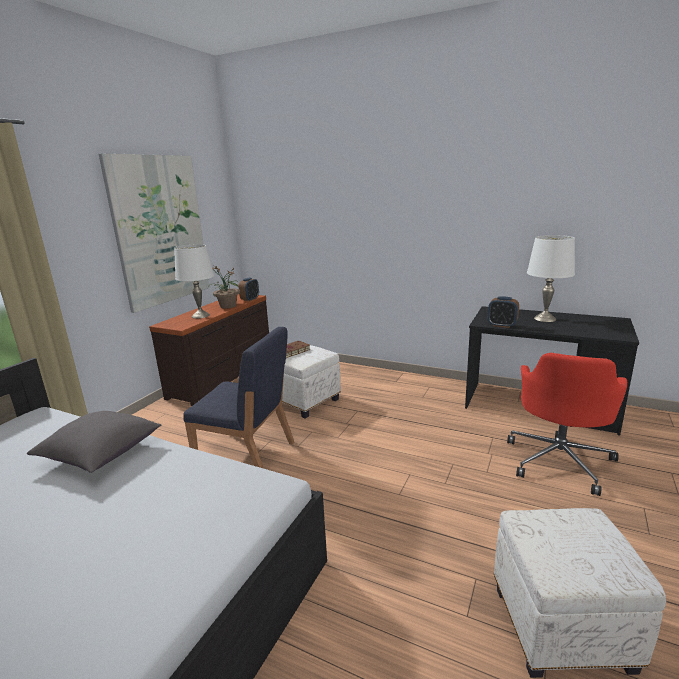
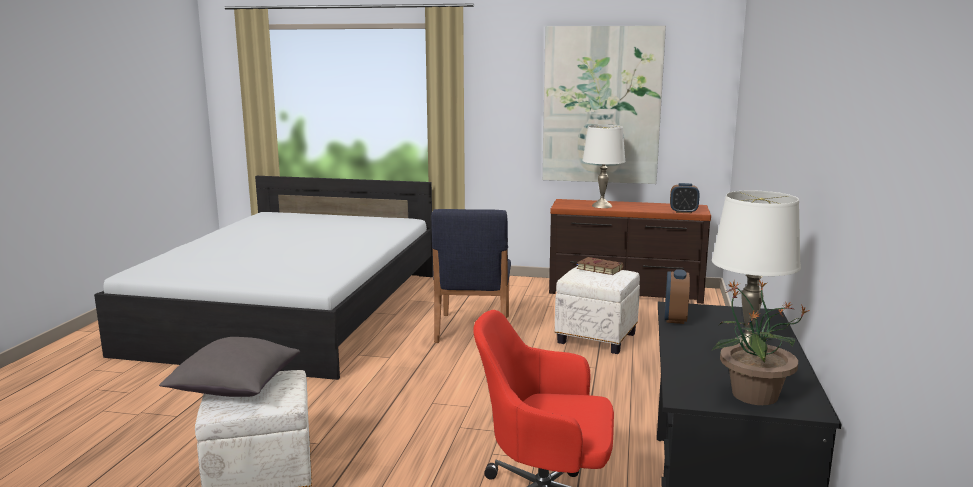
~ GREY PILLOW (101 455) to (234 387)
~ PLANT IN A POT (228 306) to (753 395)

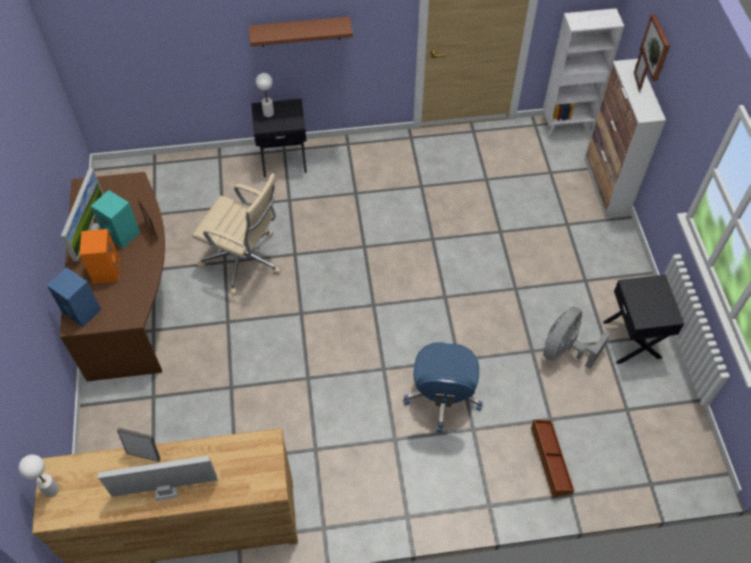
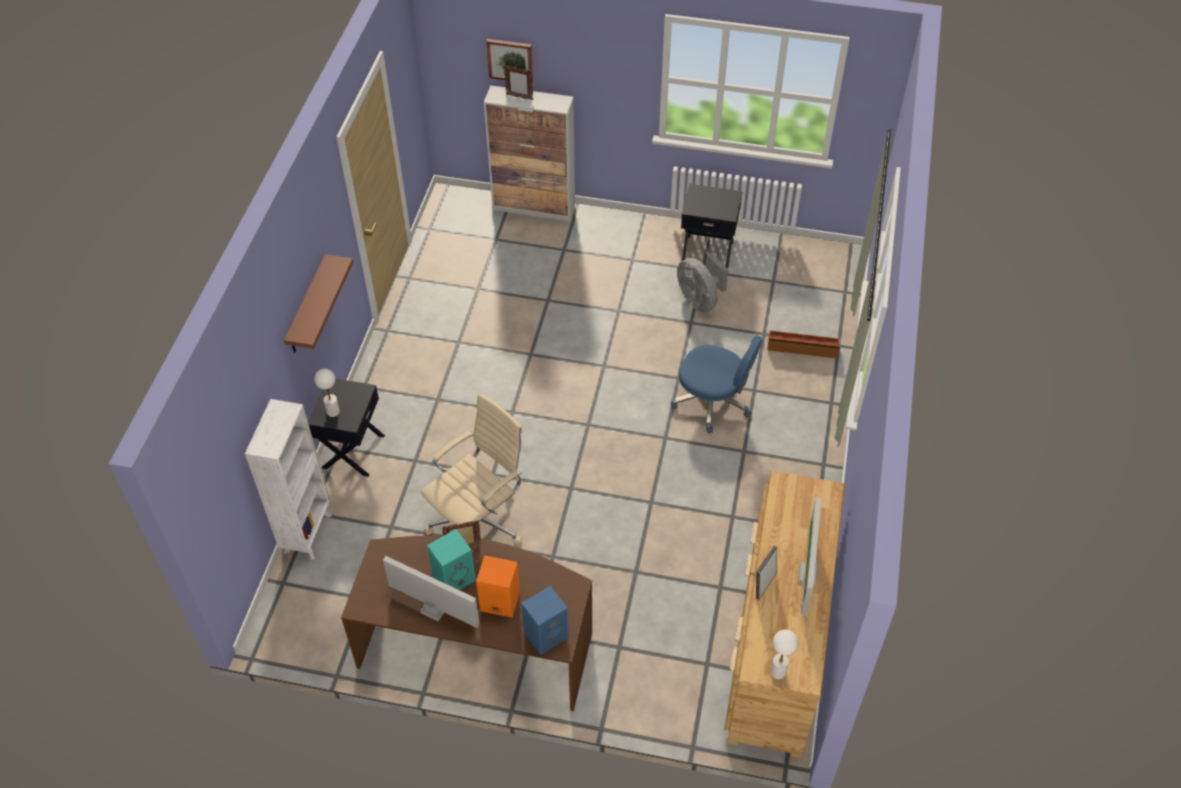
~ WHITE BOOKCASE (567 124) to (308 532)

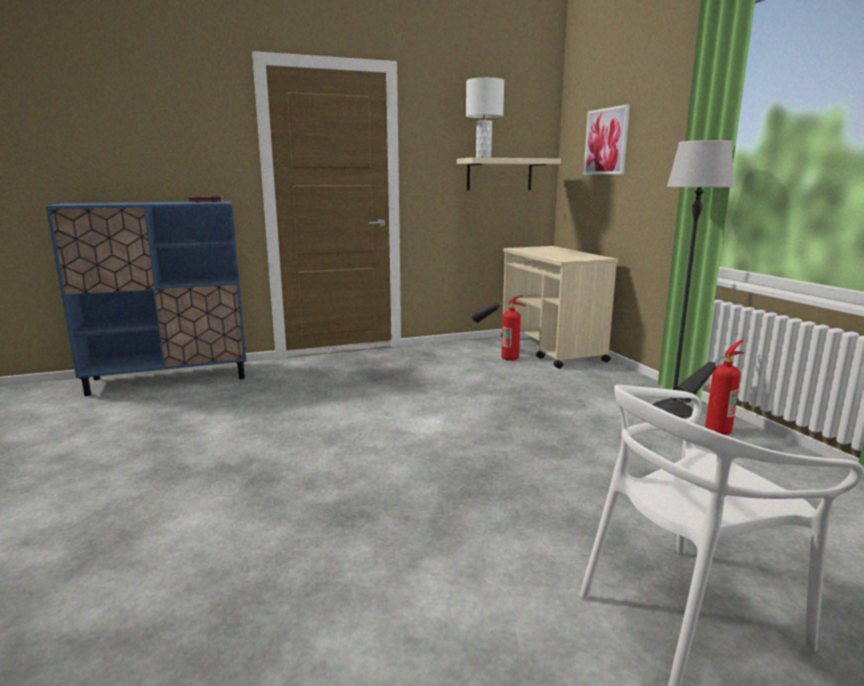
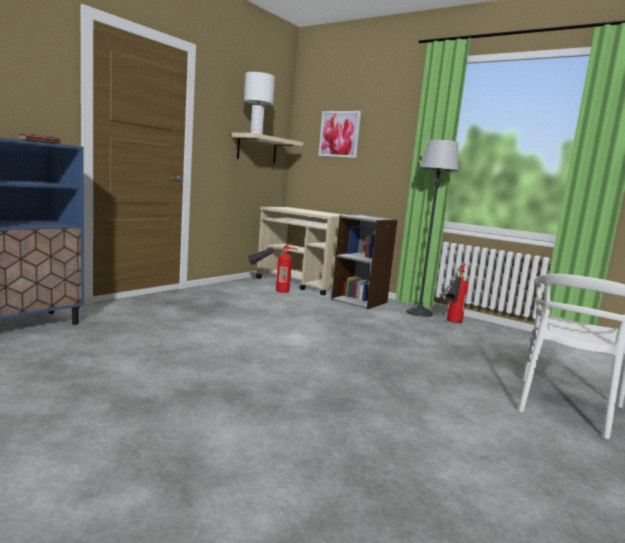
+ GREY BOOKCASE (360 301)

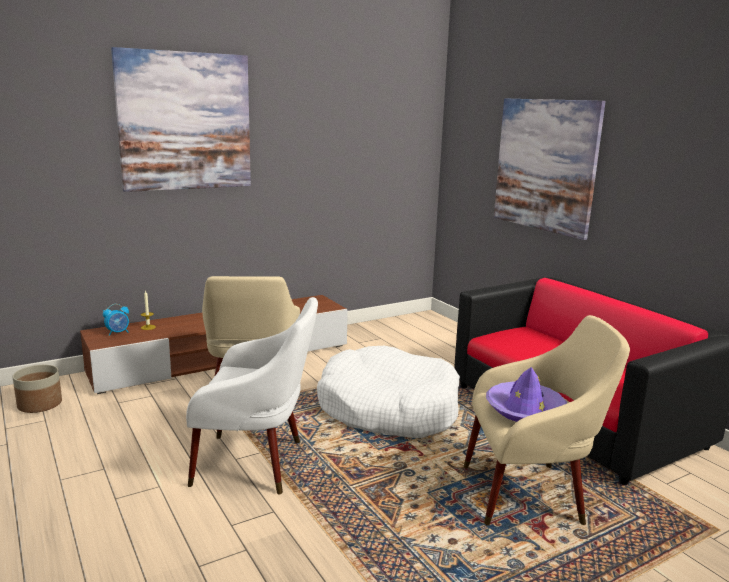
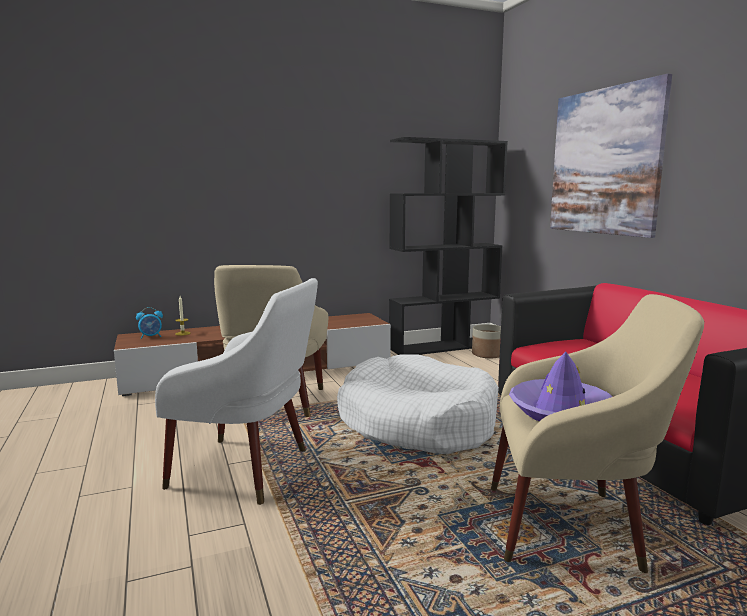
~ PLANTER (39 405) to (487 354)
- WALL PICTURE (185 122)
+ BLACK-COLOURED BOOKCASE (444 346)

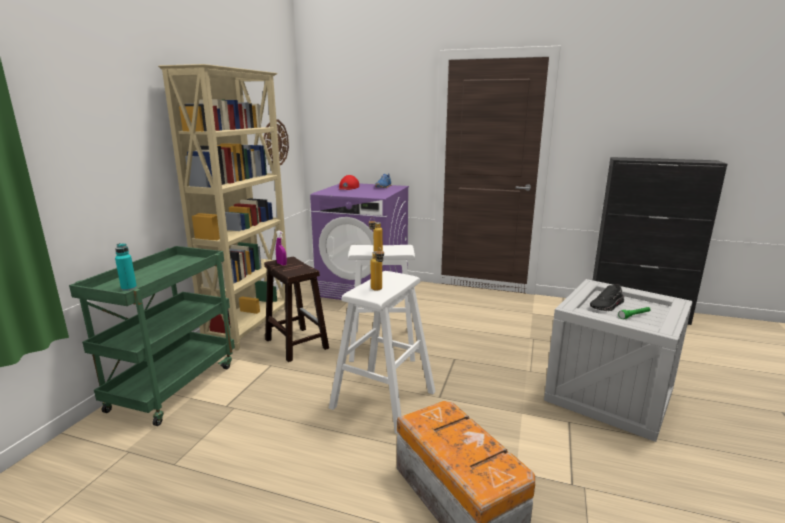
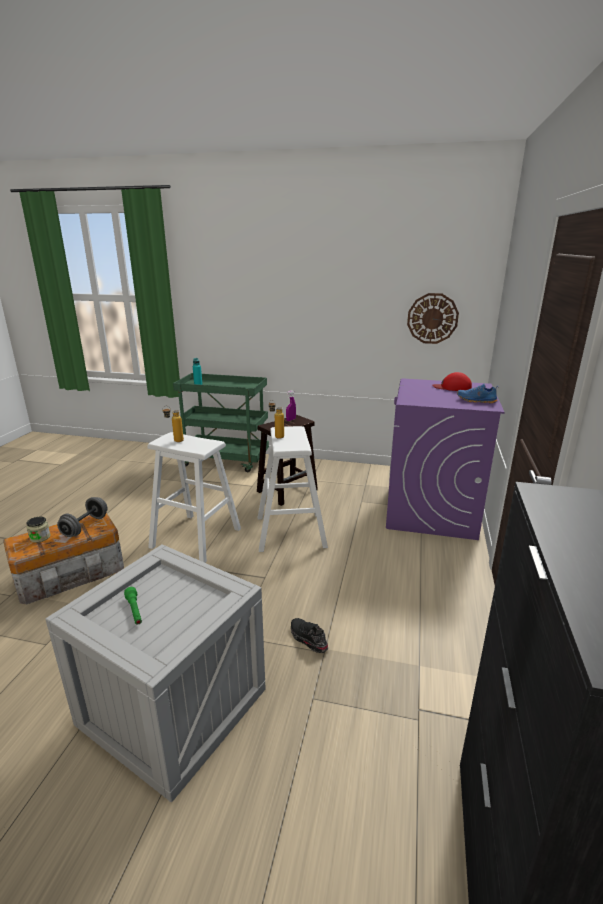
- BEIGE-COLOURED BOOKCASE (251 325)
~ BLACK-COLOURED ITEM OF FOOTWEAR (607 306) to (307 639)
+ PRESERVE JAR (40 537)
+ GREY DUMBBELL (85 526)

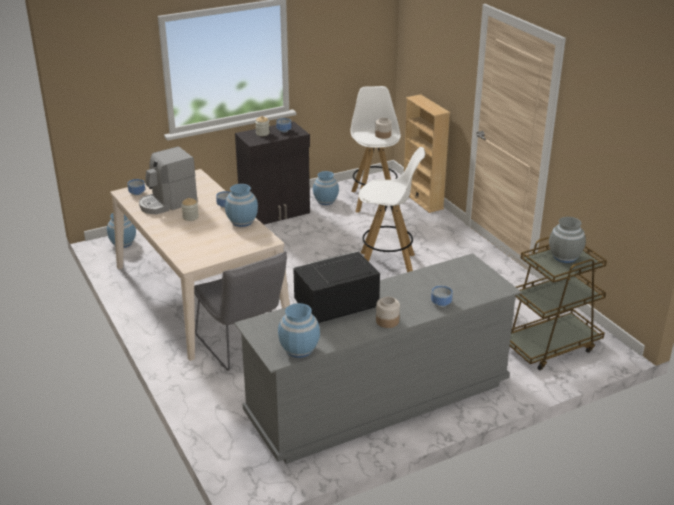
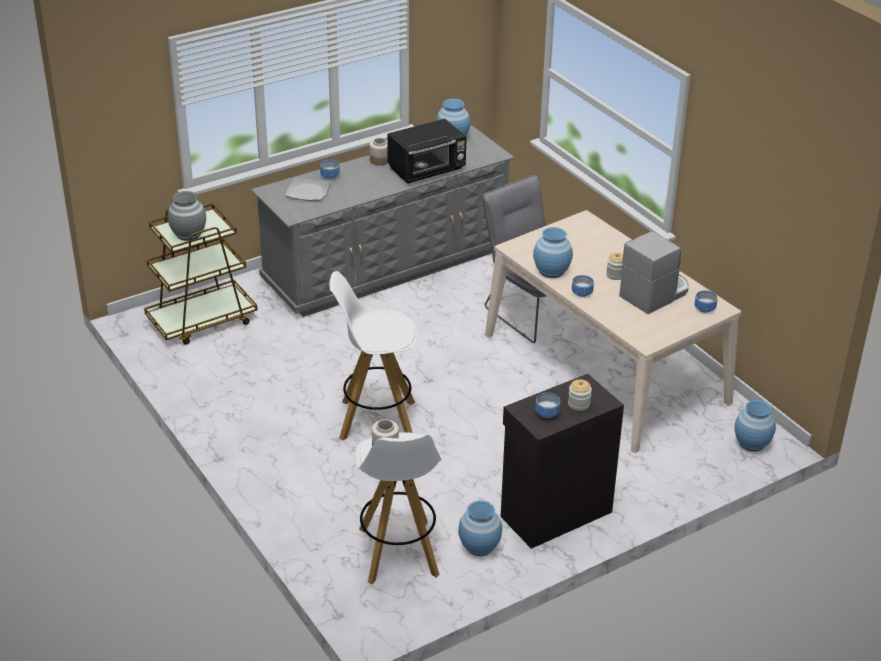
- BEIGE-COLOURED BOOKCASE (422 200)
+ DINNER PLATE (308 191)

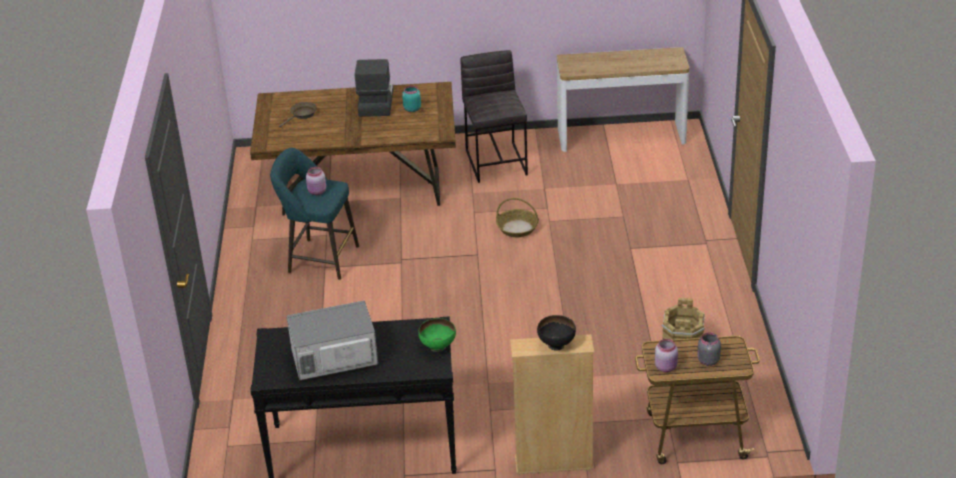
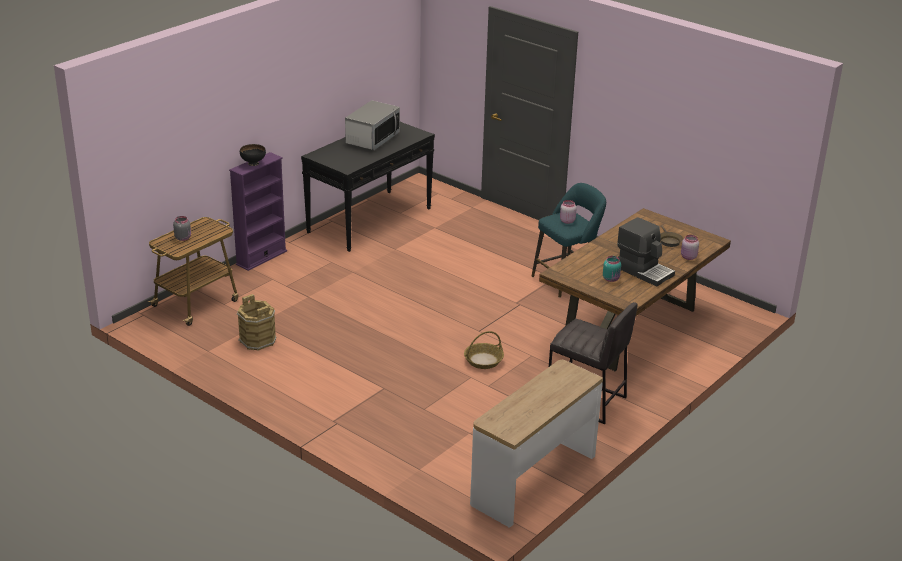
- GREEN DEEP DISH (438 347)
~ BEIGE-COLOURED BOOKCASE (554 463) to PURPLE-COLOURED BOOKCASE (261 258)
~ PINK PRESERVE JAR (666 367) to (688 257)

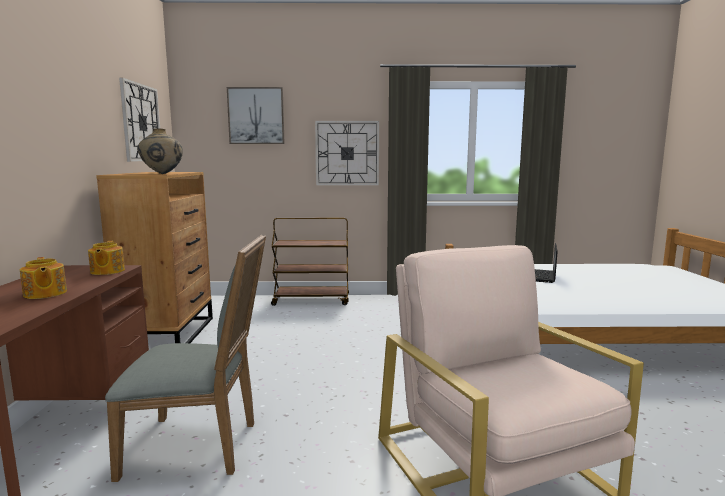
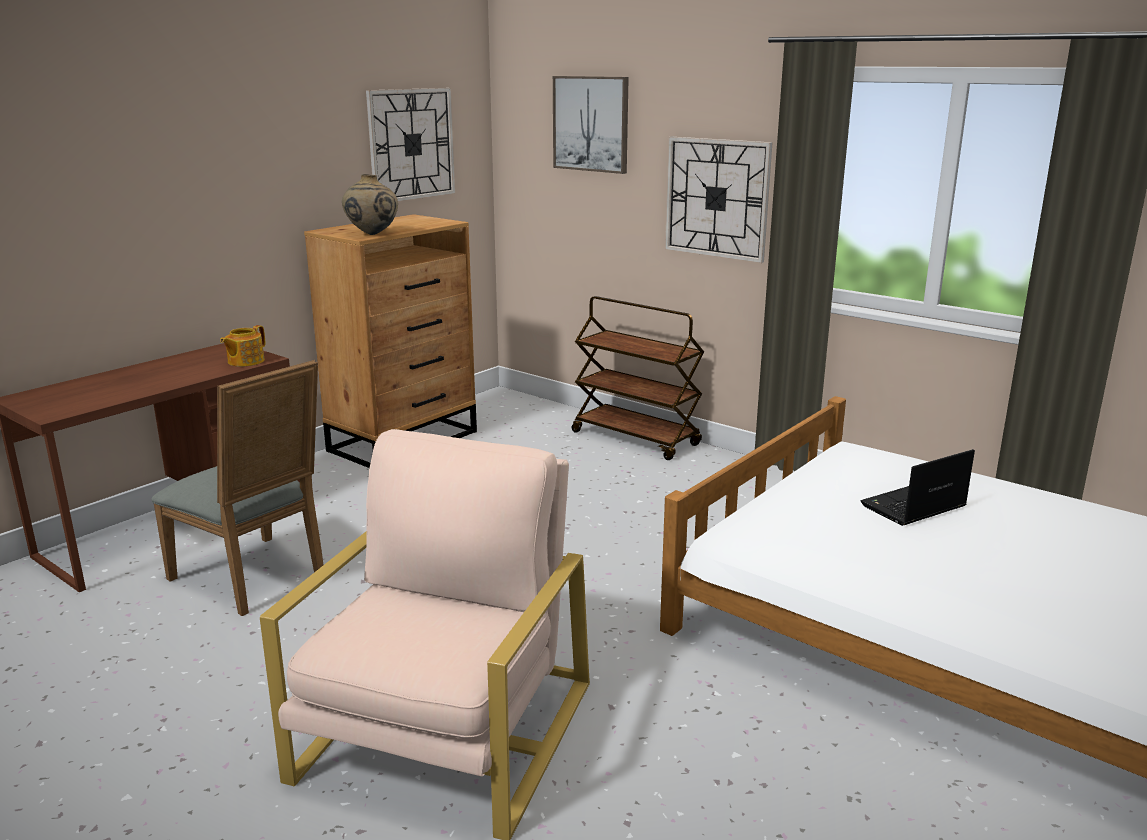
- TEA POT (44 294)

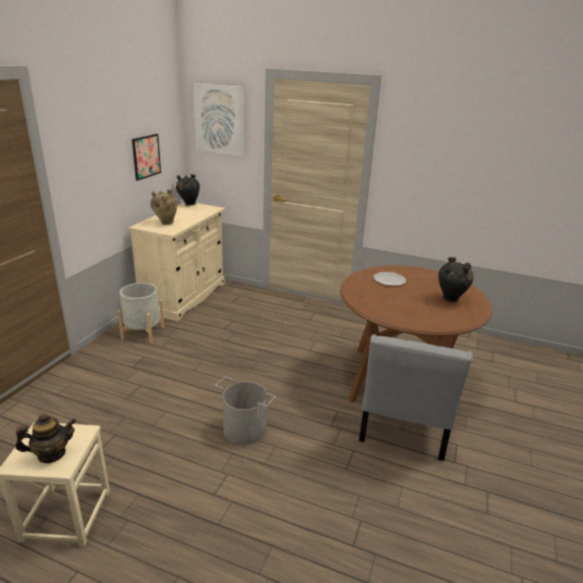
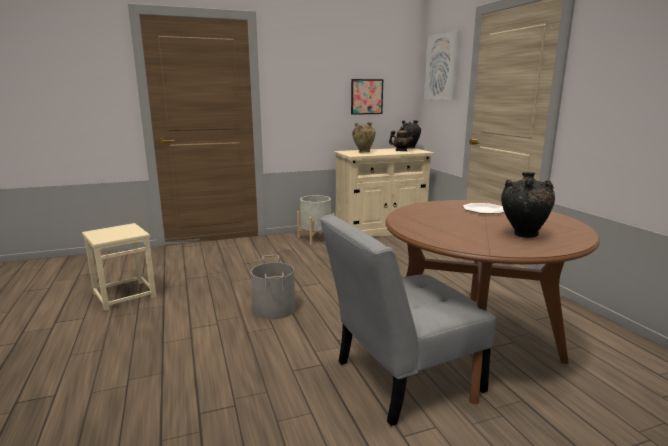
~ TEA POT (51 454) to (401 151)

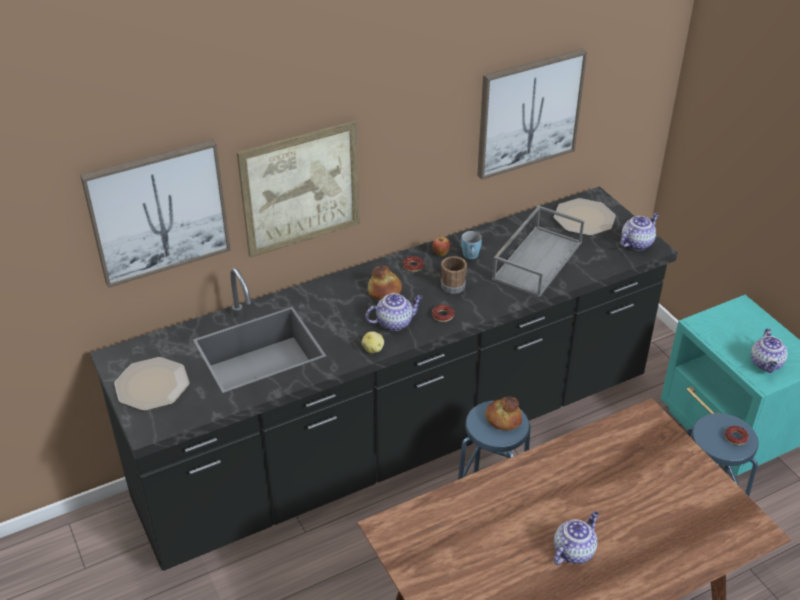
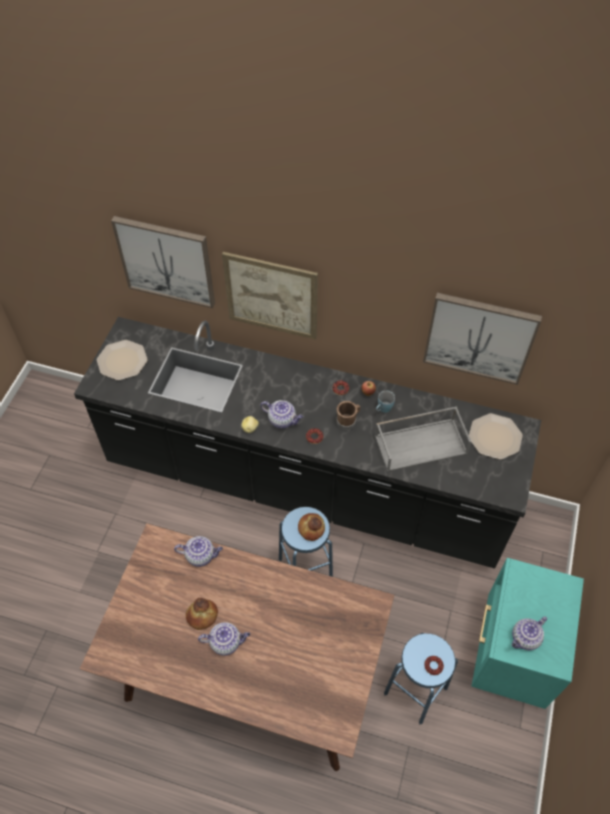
~ BAKED BREAD (385 291) to (202 616)
~ TEA POT (637 243) to (201 555)

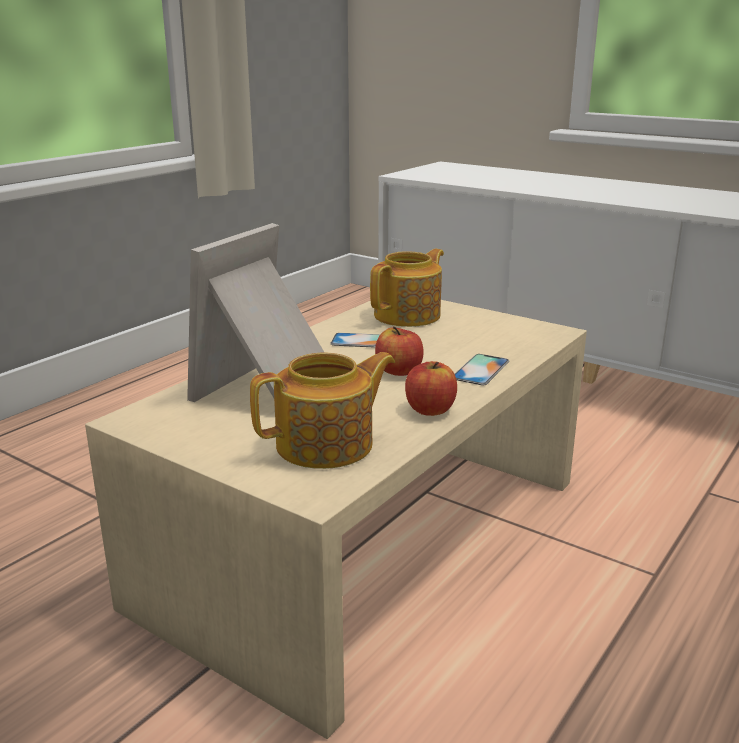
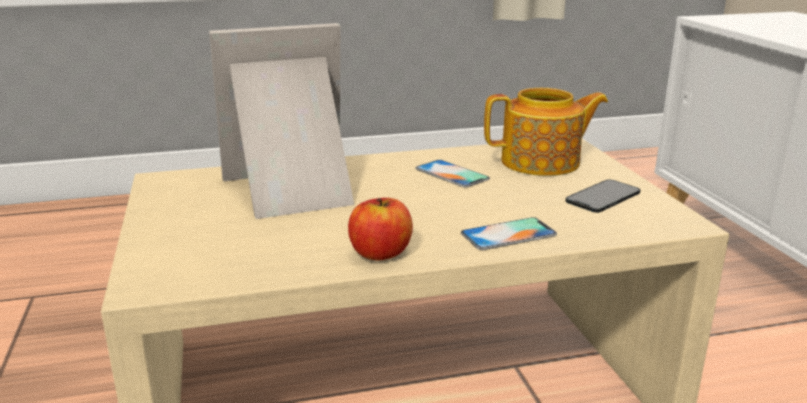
- TEA POT (327 445)
- WHOLE APPLE (399 371)
+ PHONE (603 196)

